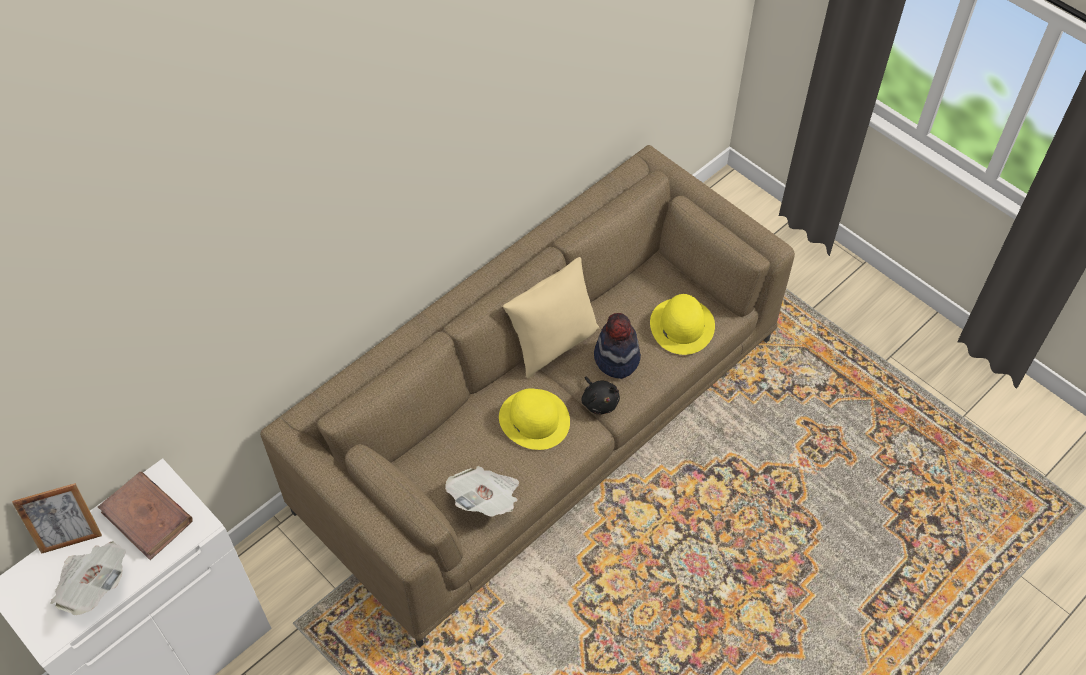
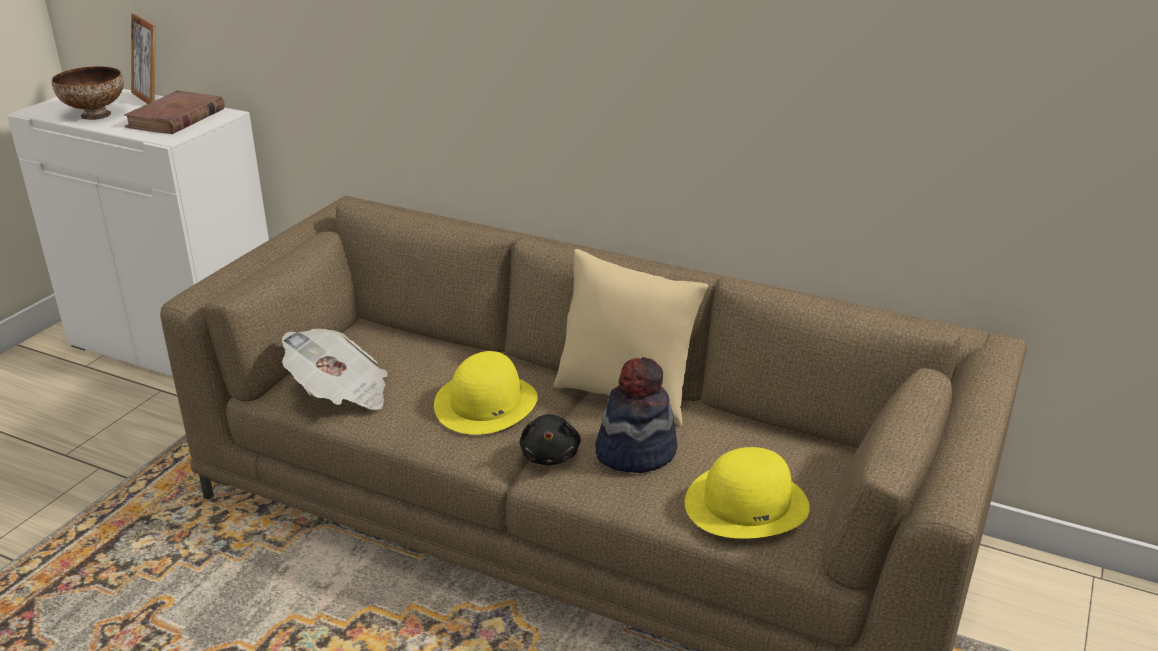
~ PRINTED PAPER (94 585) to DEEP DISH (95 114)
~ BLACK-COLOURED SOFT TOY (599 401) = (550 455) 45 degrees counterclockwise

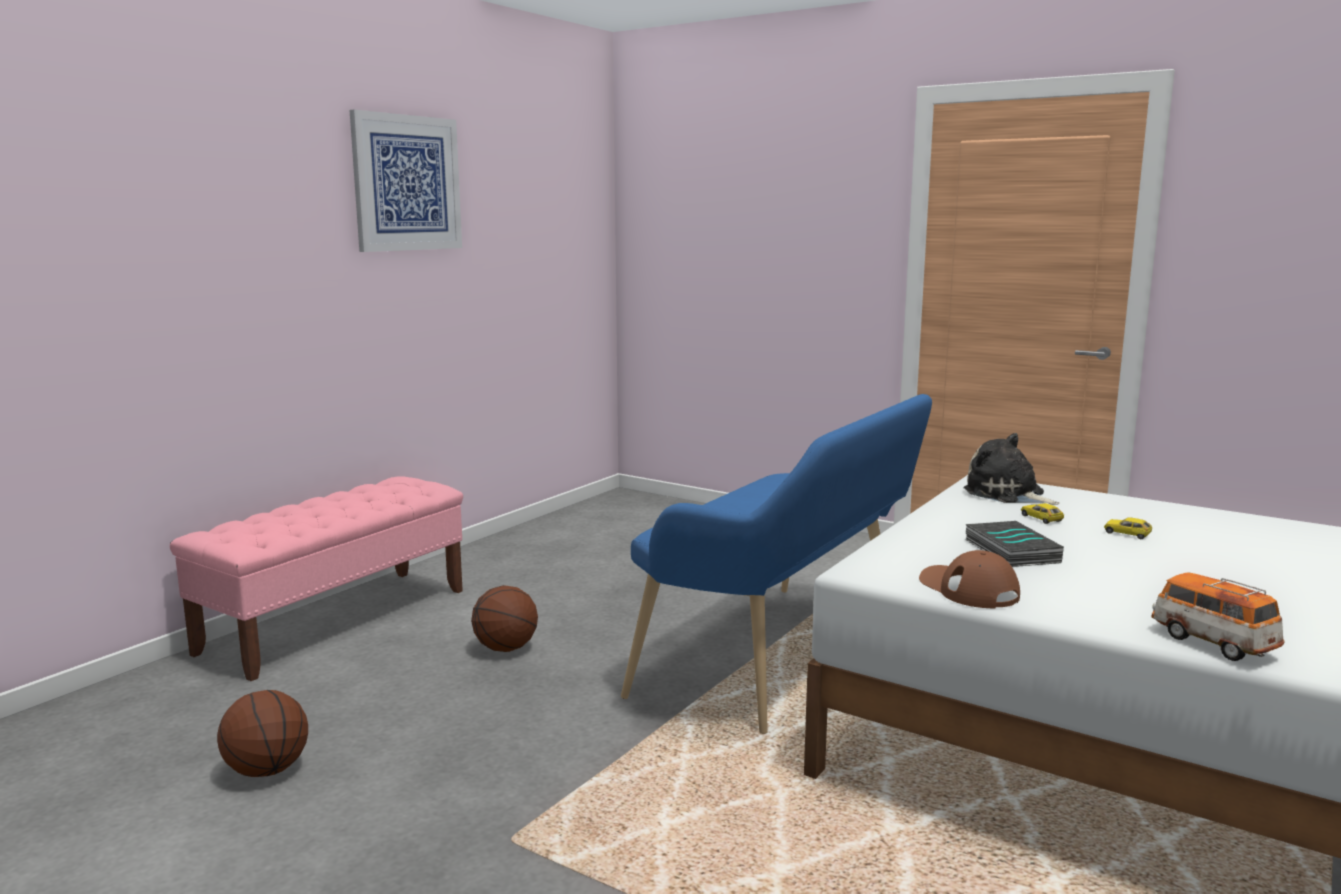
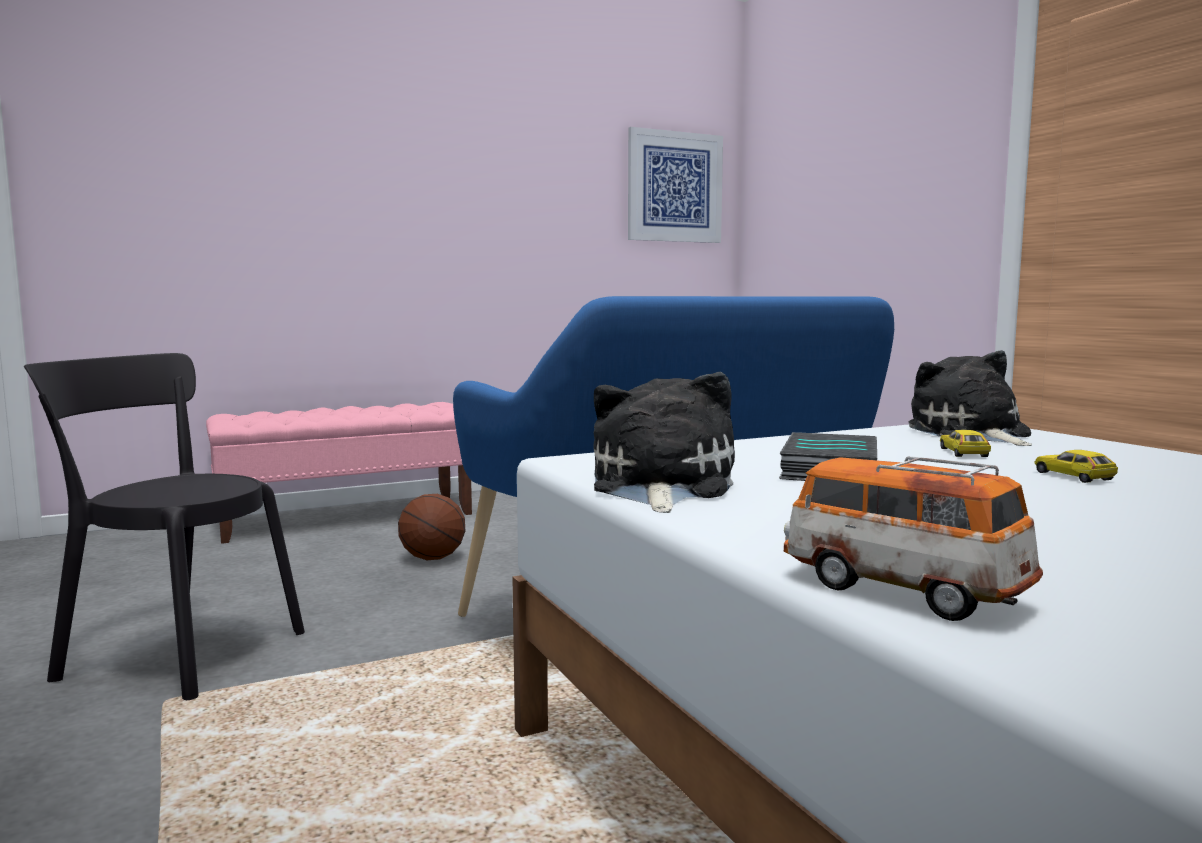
- BASKETBALL BALL (268 770)
~ WALL PICTURE (407 183) to (674 187)
~ BROWN PEAKED CAP (968 589) to SOFT TOY (660 487)
~ TOY CAR (1212 642) = (902 589) 45 degrees counterclockwise
+ BLACK-COLOURED PLAIN CHAIR (176 653)

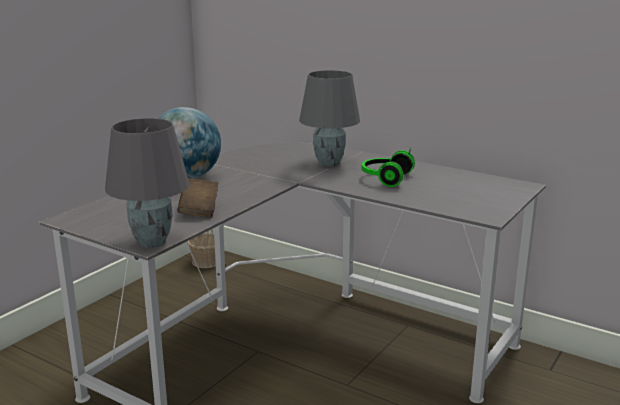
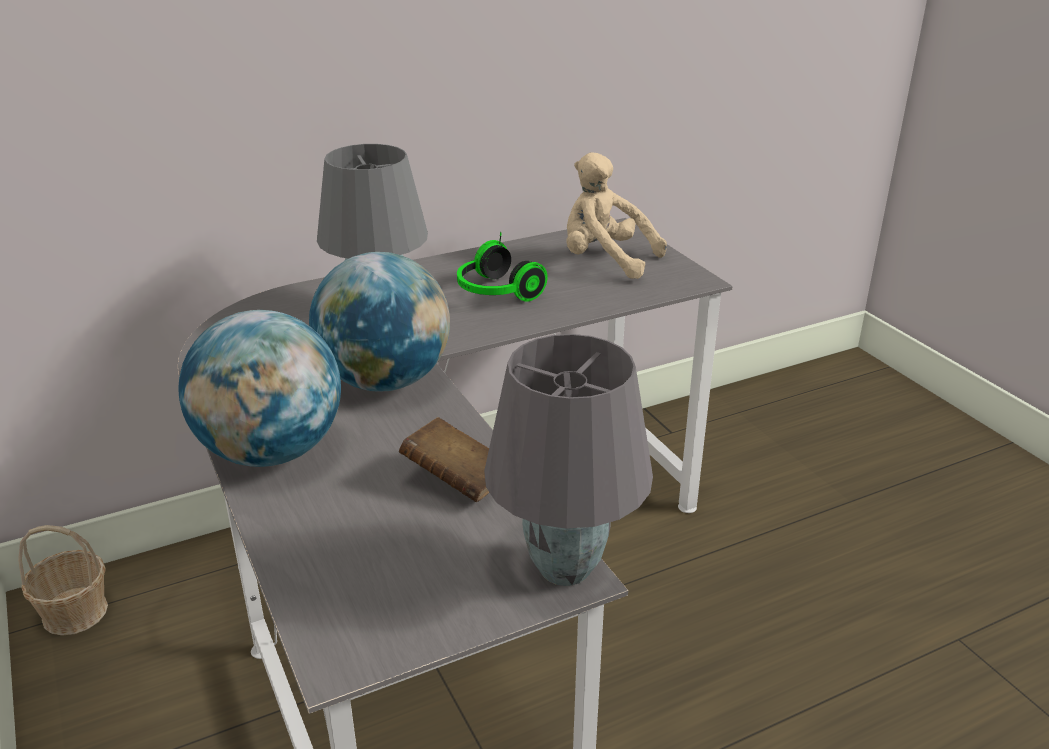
+ WORLD GLOBE (385 381)
+ BEIGE-COLOURED SOFT TOY (605 260)

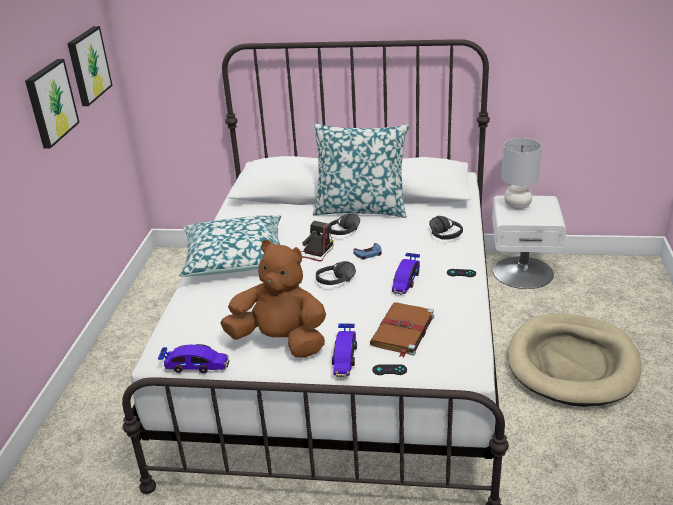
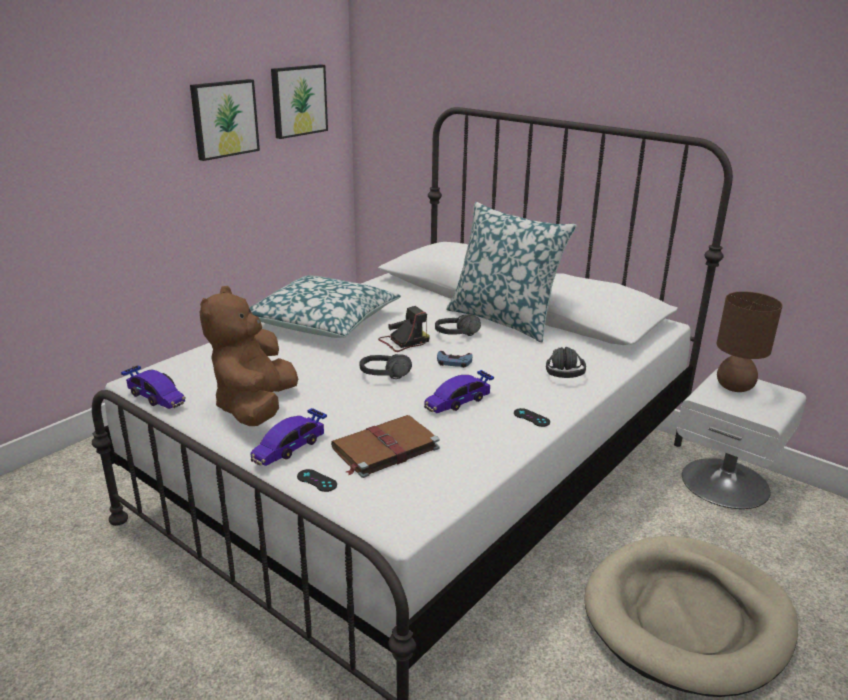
~ BROWN SOFT TOY (280 341) = (256 408) 135 degrees counterclockwise
~ GREY TABLETOP LAMP (517 206) to BROWN TABLETOP LAMP (734 387)

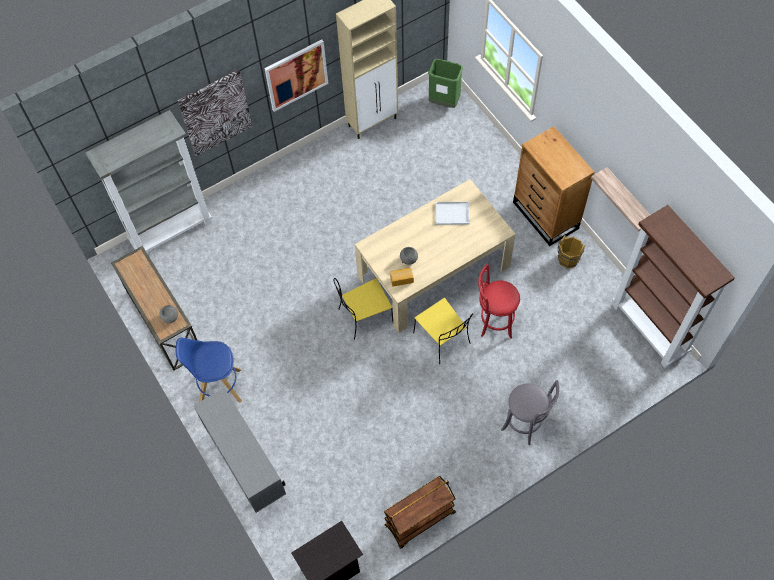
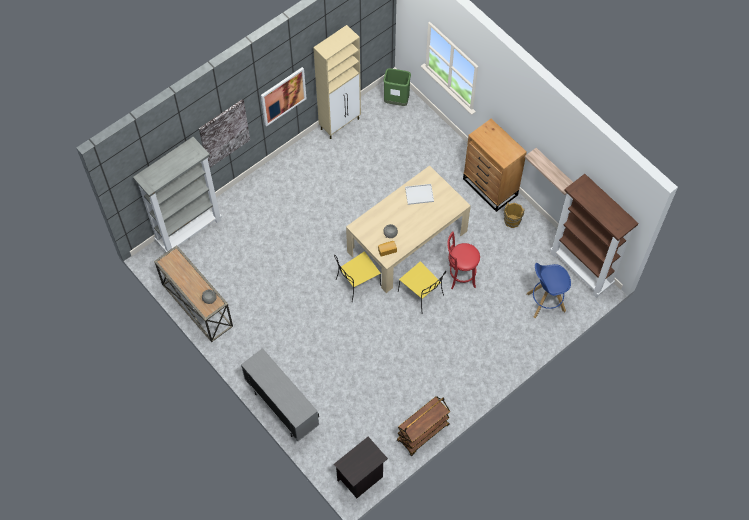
~ BLUE SITTING STOOL (219 387) to (545 302)
- GREY SITTING STOOL (525 424)

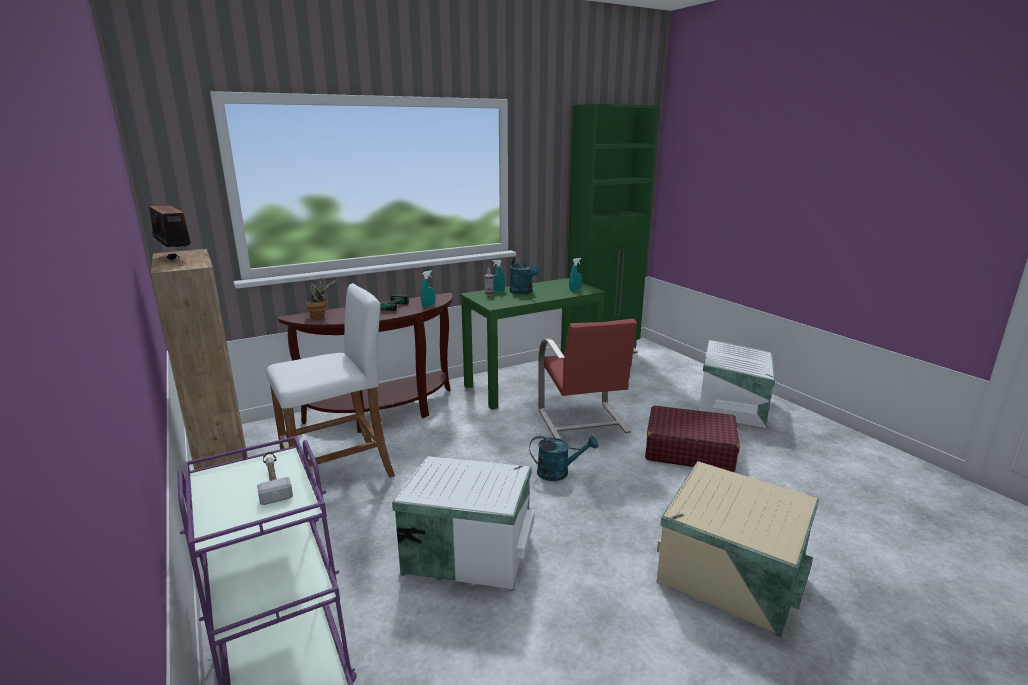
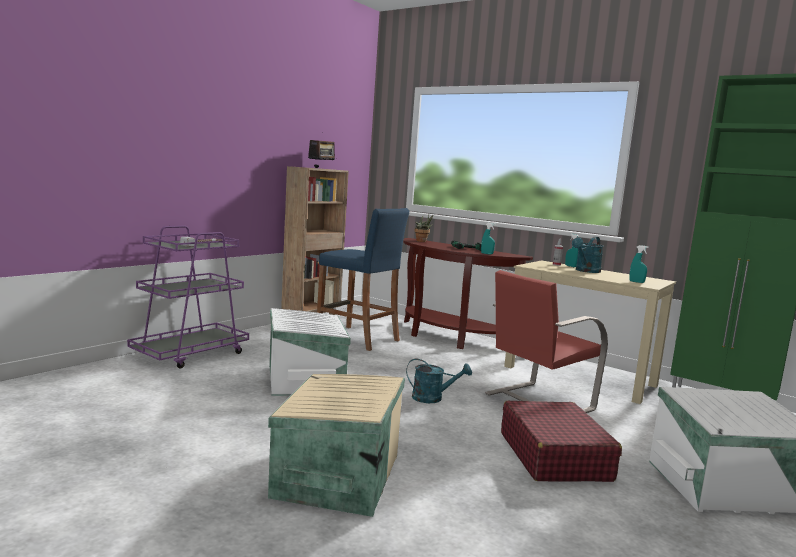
~ WHITE SITTING STOOL (338 473) to BLUE SITTING STOOL (357 338)
~ GREEN DESK (532 384) to BEIGE-COLOURED DESK (580 376)
~ TURQUOISE WATERING CAN (559 472) = (433 398) 60 degrees counterclockwise

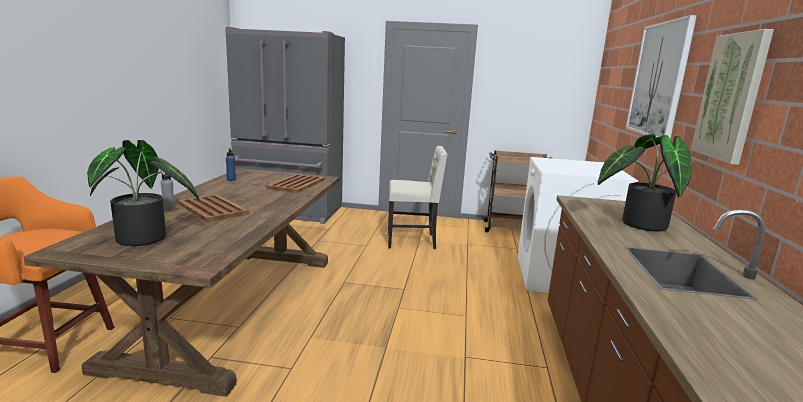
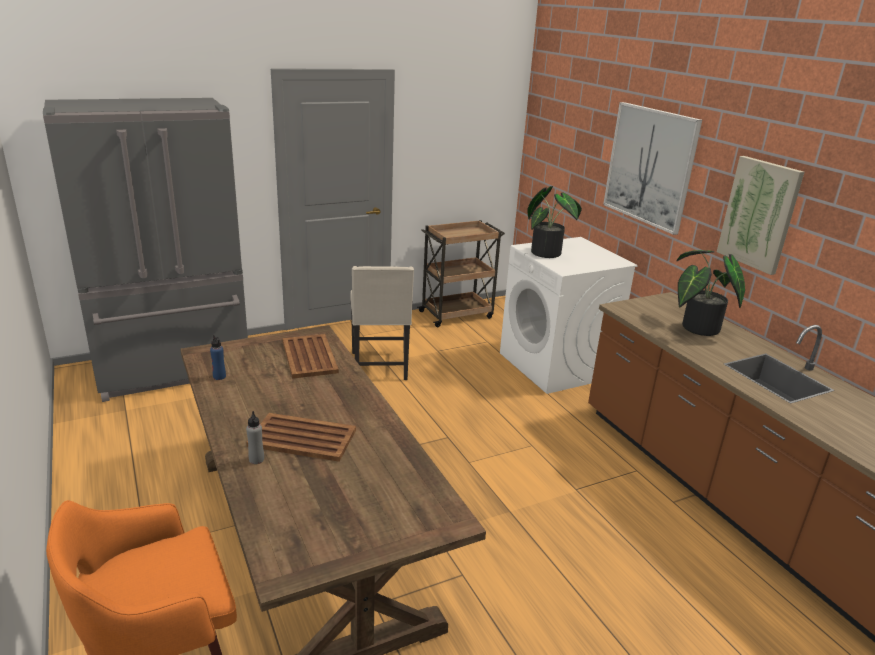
~ PLANT IN A POT (145 240) to (549 253)
~ BEIGE-COLOURED PLAIN CHAIR (412 241) = (380 367) 120 degrees clockwise

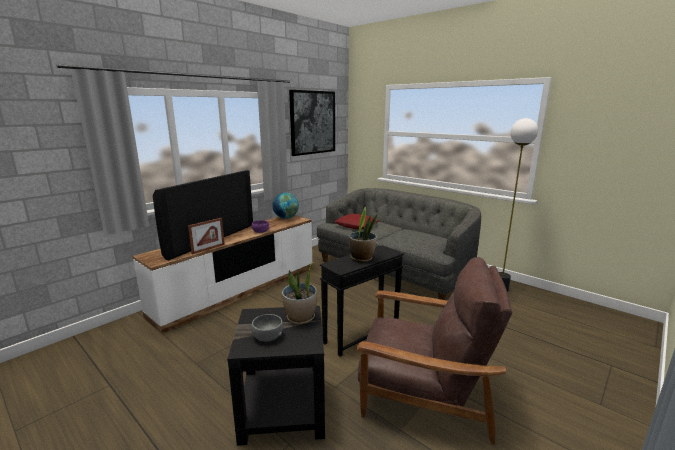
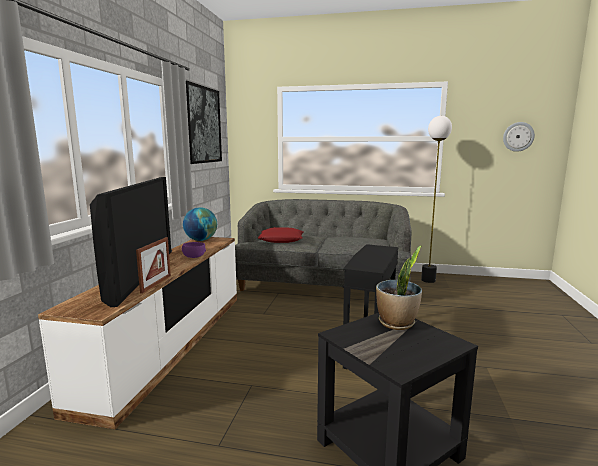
- GREY DEEP DISH (267 336)
- PLANT IN A POT (362 258)
- BROWN LOUNGE CHAIR (423 391)
+ CLOCK ON THE WALL (518 136)

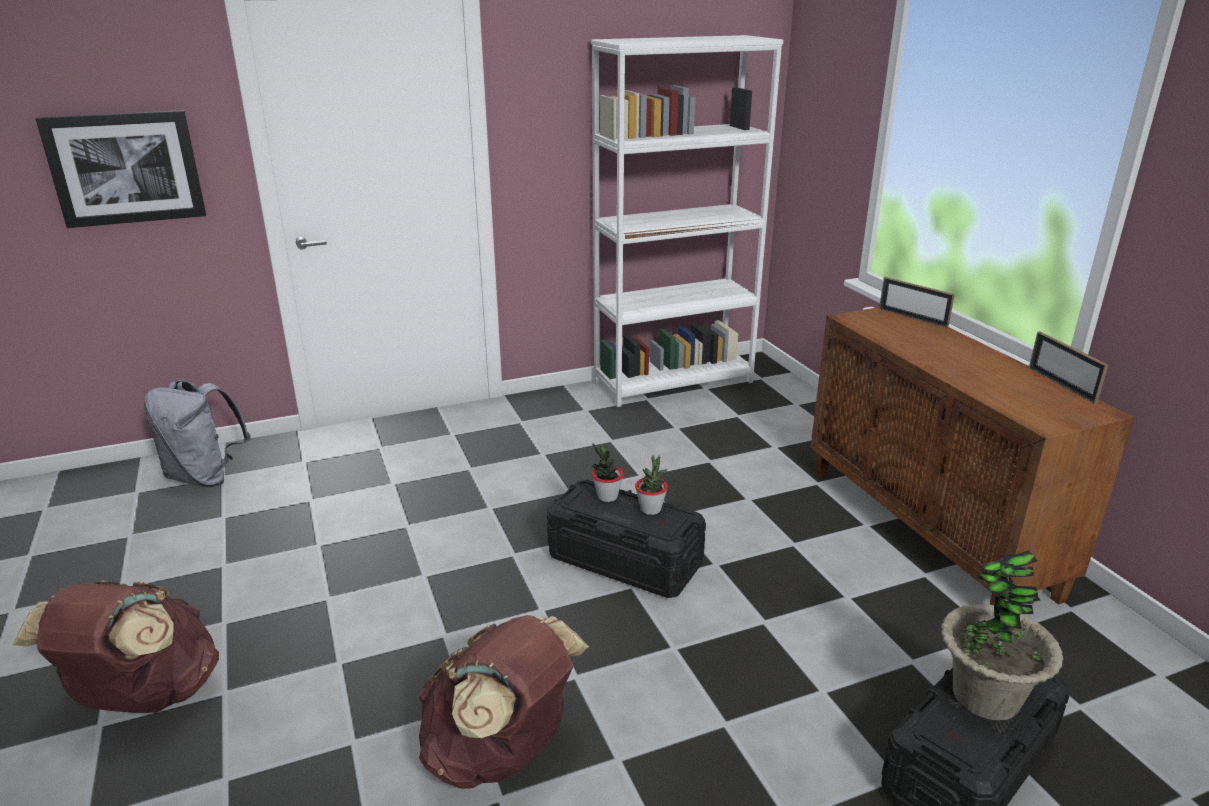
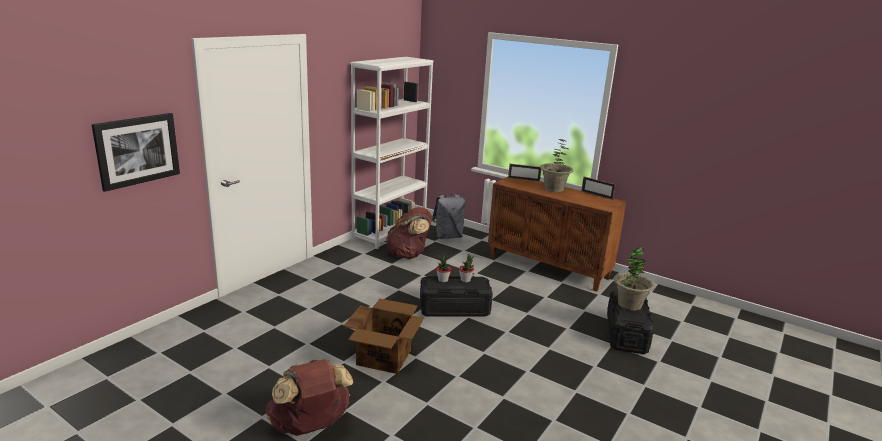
~ GREY RUCKSACK (206 477) to (448 236)
~ BROWN RUCKSACK (501 752) to (409 255)
+ CARTON (384 357)
+ PLANT IN A POT (554 189)

